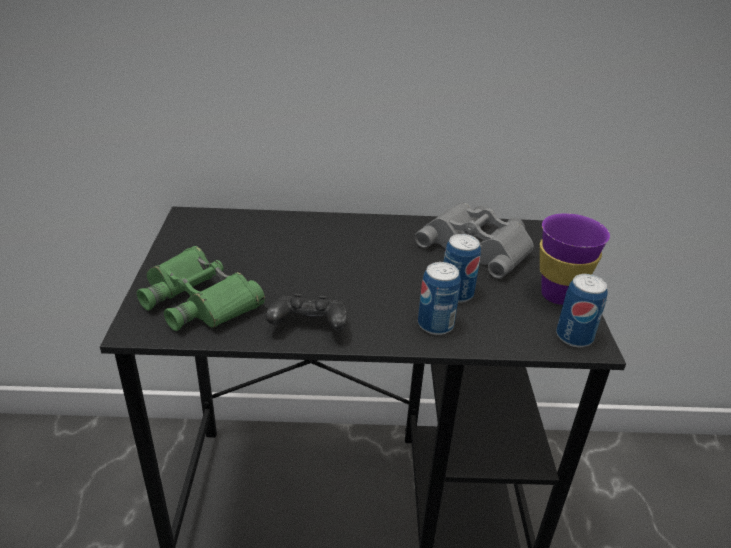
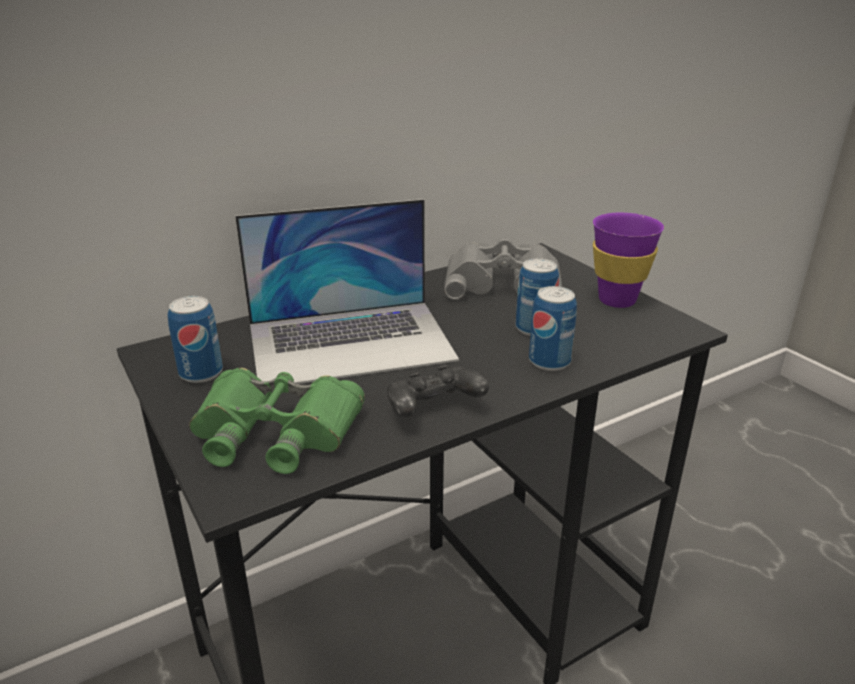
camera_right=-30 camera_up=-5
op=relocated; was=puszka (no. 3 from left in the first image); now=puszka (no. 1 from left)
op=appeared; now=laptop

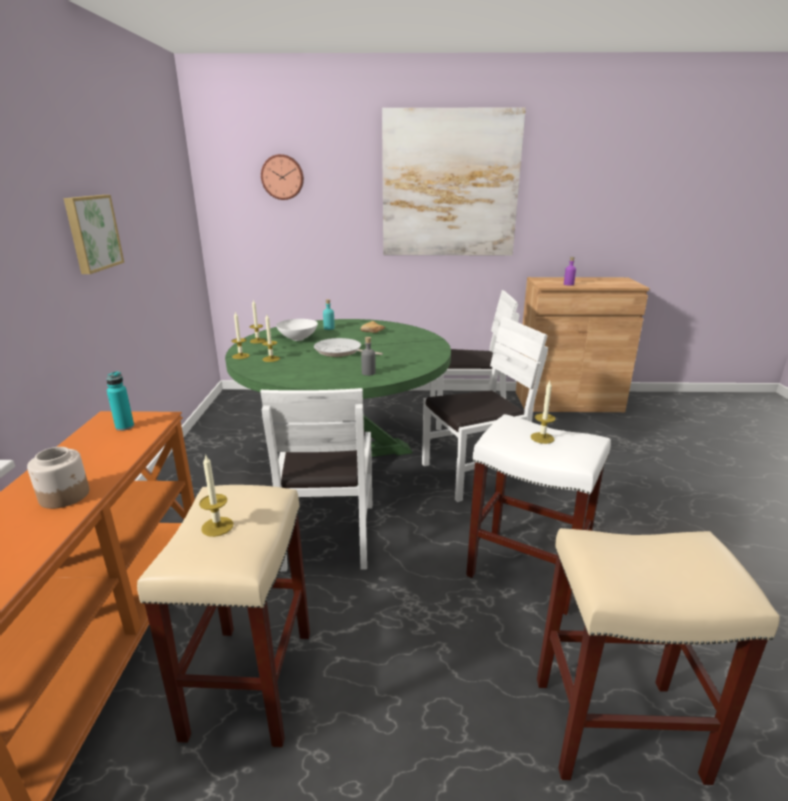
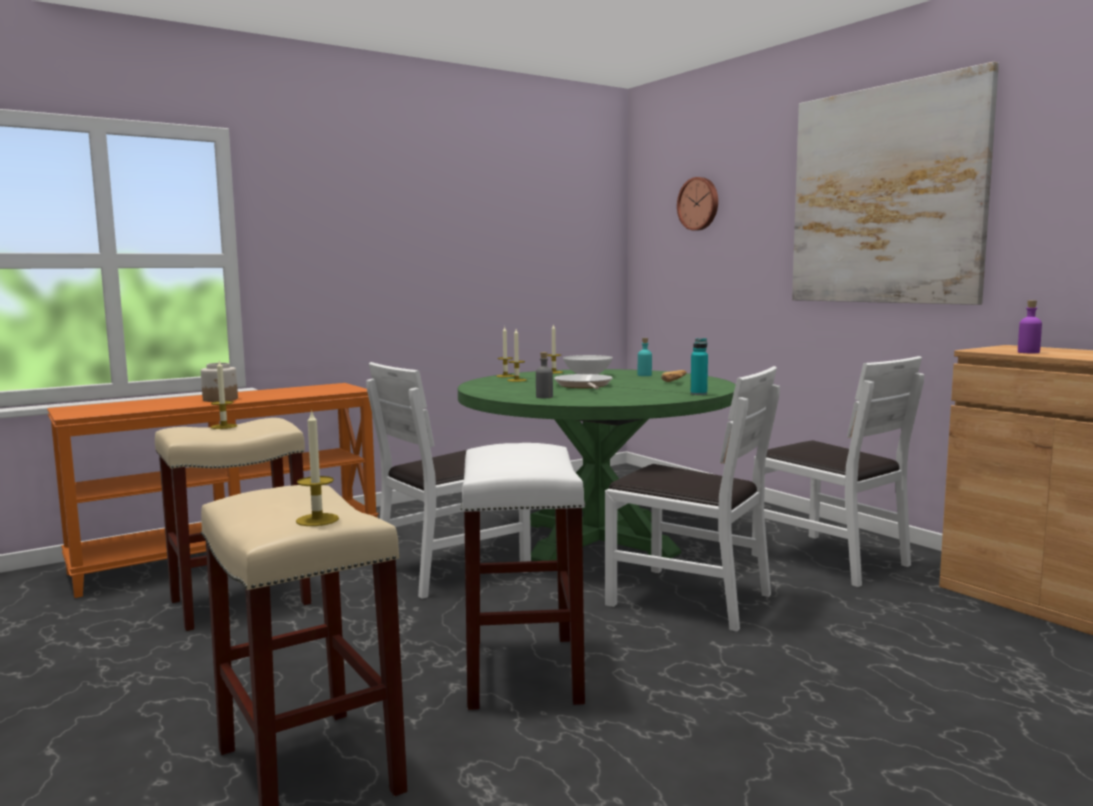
camera_right=55 camera_up=-15
op=missing; was=obraz (no. 1 from left)
op=relocated; was=butelka (turkusowy) (no. 1 from left in the first image); now=butelka (turkusowy) (no. 2 from left)
op=relocated; was=świeca (no. 5 from left in the first image); now=świeca (no. 2 from left)

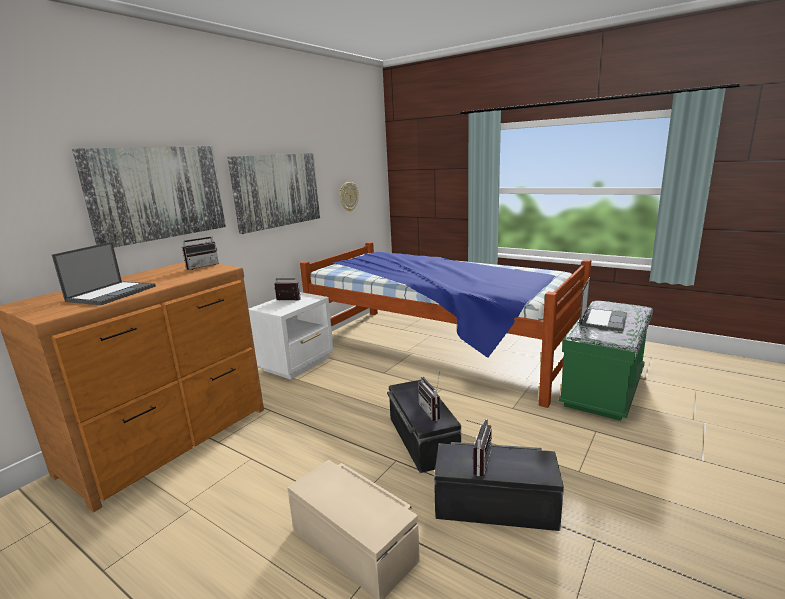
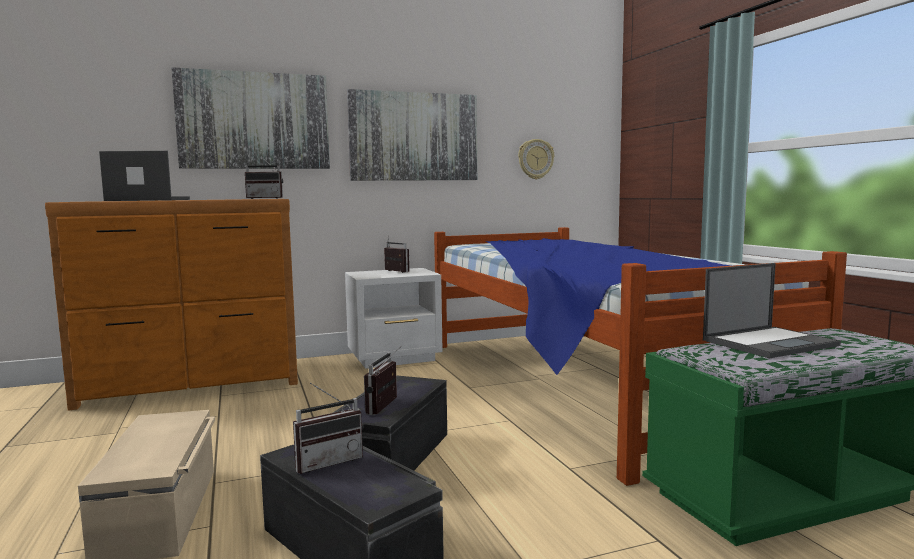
camera_right=35 camera_up=-10
op=spun; was=laptop (no. 1 from left); clockwise=-150

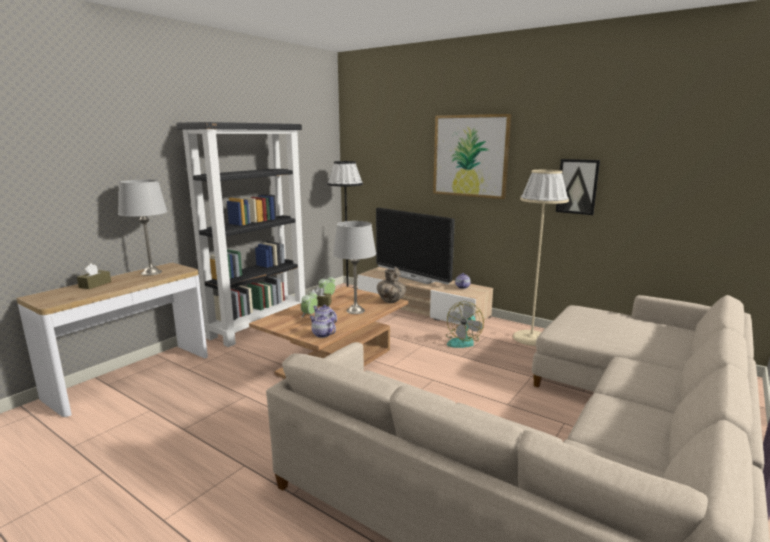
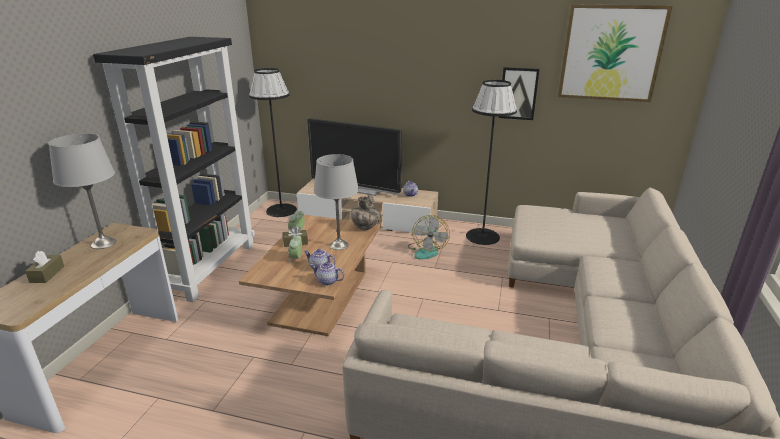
camera_right=-20 camera_up=10
op=relocated; was=obraz (no. 1 from left in the first image); now=obraz (no. 2 from left)
op=colour; was=lampa stojąca (beżowy); now=lampa stojąca (czarny) (no. 2 from left)

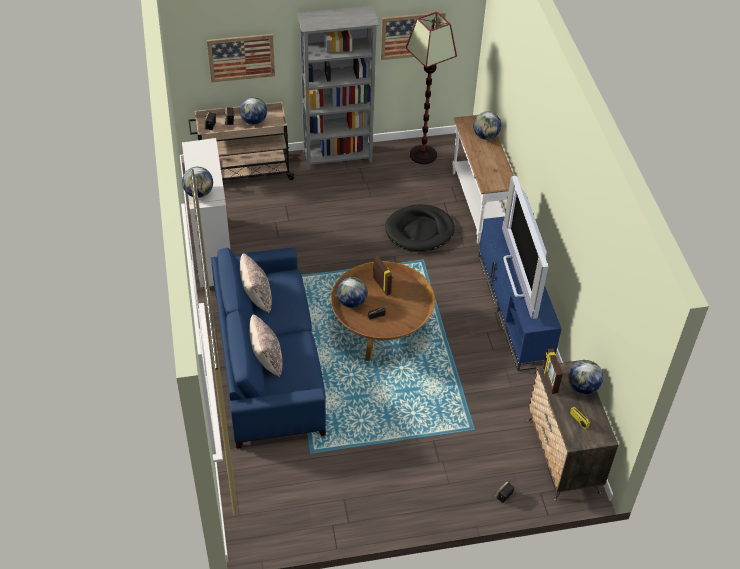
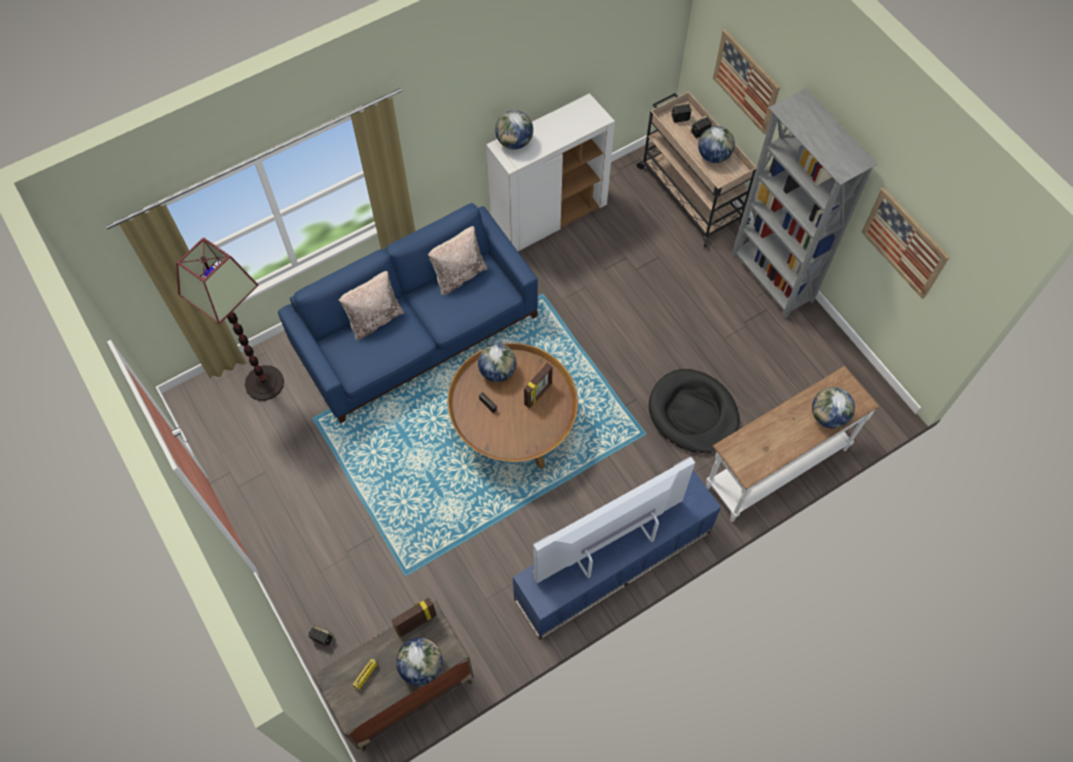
camera_right=70 camera_up=15
op=relocated; was=lampa stojąca

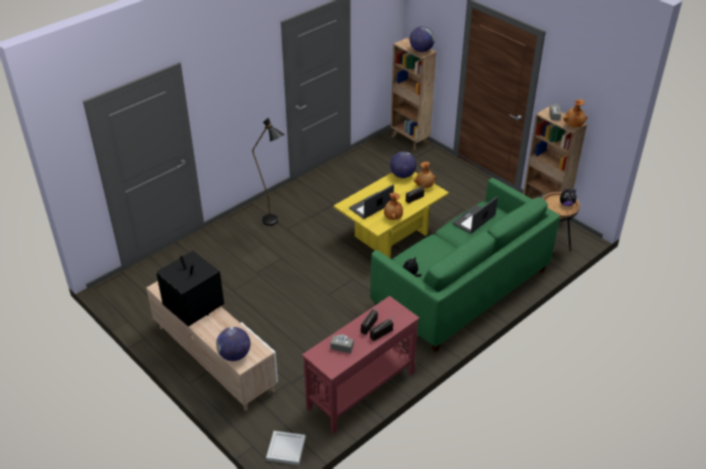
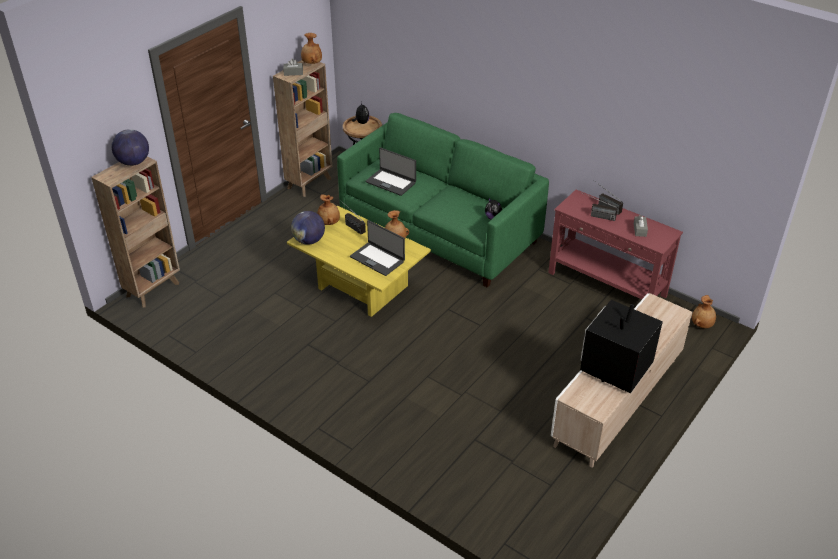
camera_right=-100 camera_up=0
op=missing; was=lampa stojąca (czarny)
op=missing; was=globus (no. 1 from left)
op=exchanged; was=taca (biały); now=wazon (brązowy) (no. 4 from left)

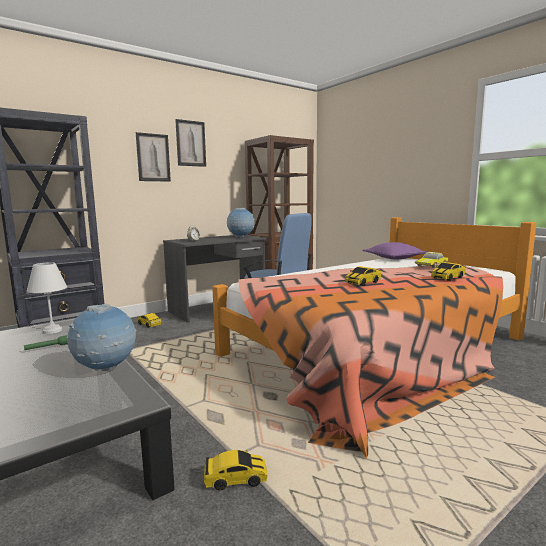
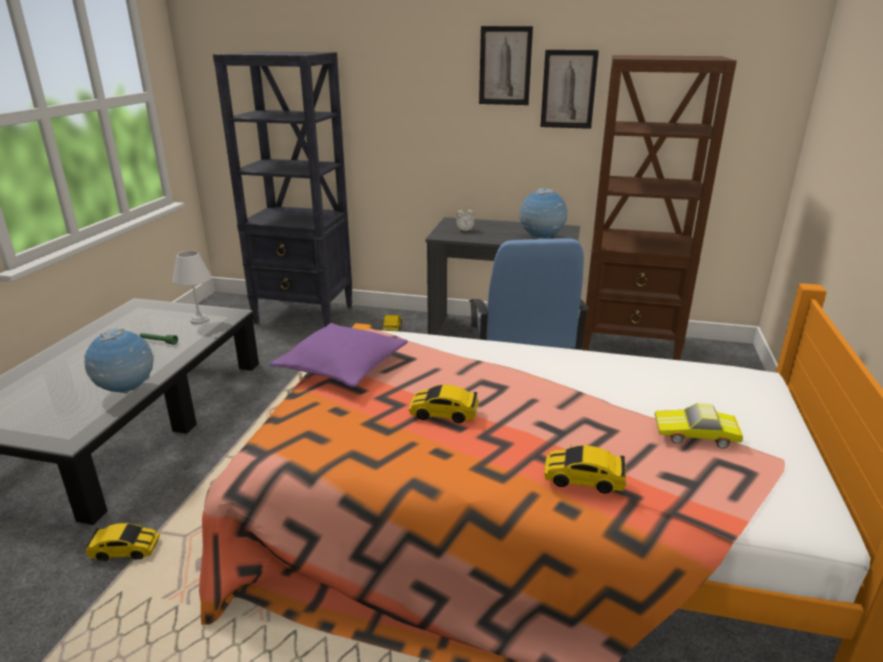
camera_right=50 camera_up=15
op=relocated; was=obraz (no. 1 from left in the first image); now=obraz (no. 2 from left)
op=relocated; was=poduszka (fioletowy)
op=spun; was=samochodzik (no. 2 from left in the first image); clockwise=-45

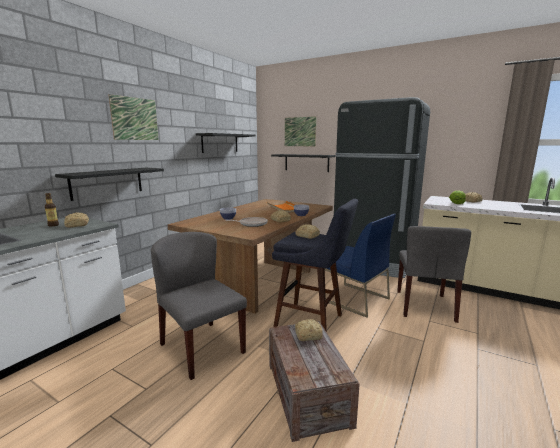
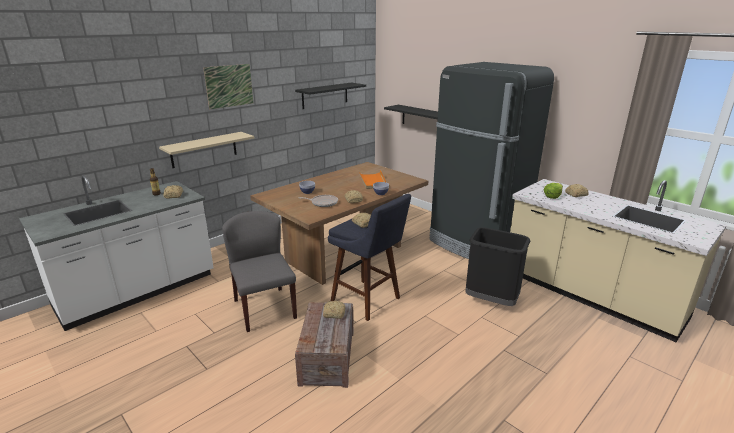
camera_right=15 camera_up=10
op=missing; was=obraz (no. 2 from left)
op=colour; was=półka (czarny) (no. 1 from left); now=półka (beżowy)
op=missing; was=krzesło (niebieski)
op=exchanged; was=krzesło (szary) (no. 2 from left); now=kosz na śmieci (czarny)

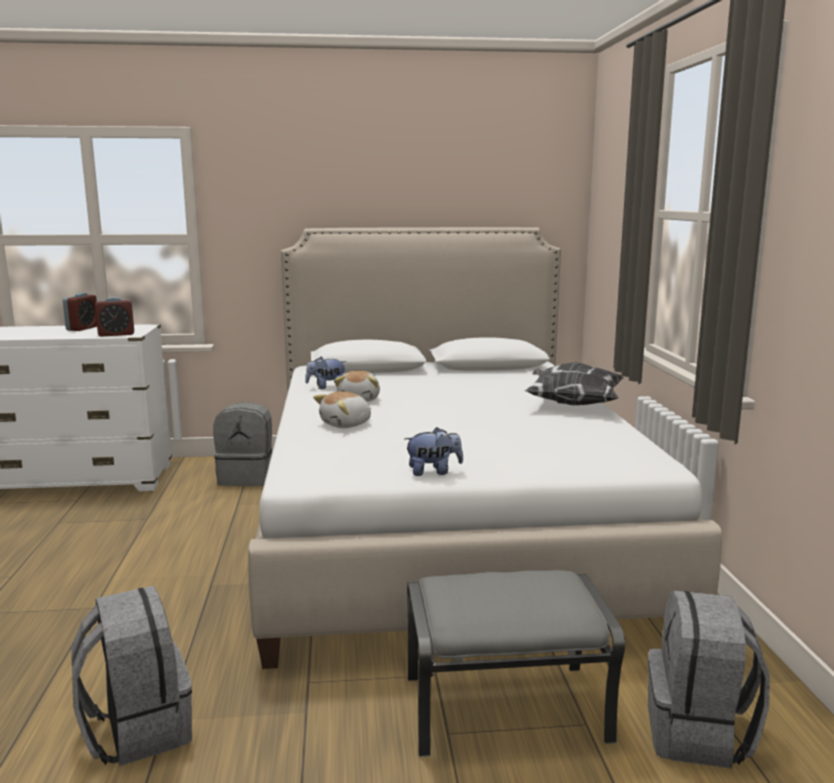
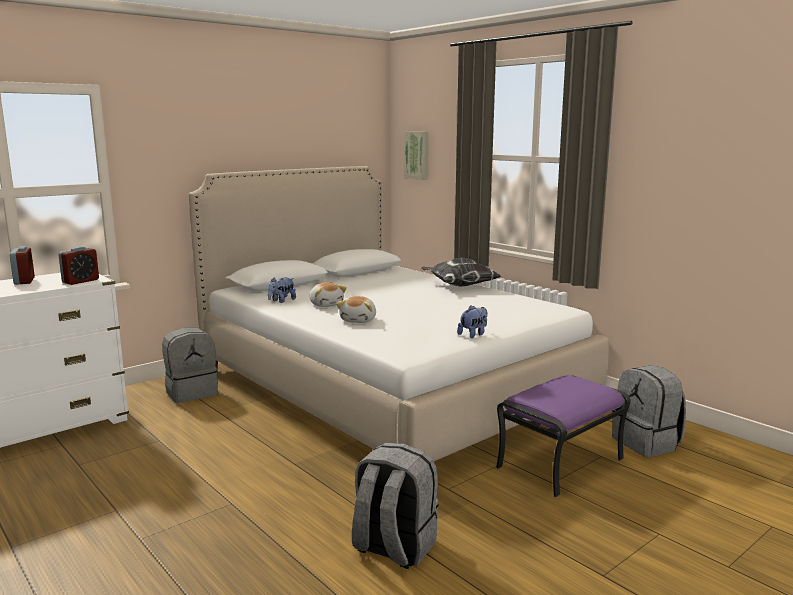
camera_right=-35 camera_up=0
op=colour; was=pufa (szary); now=pufa (fioletowy)
op=appeared; now=obraz

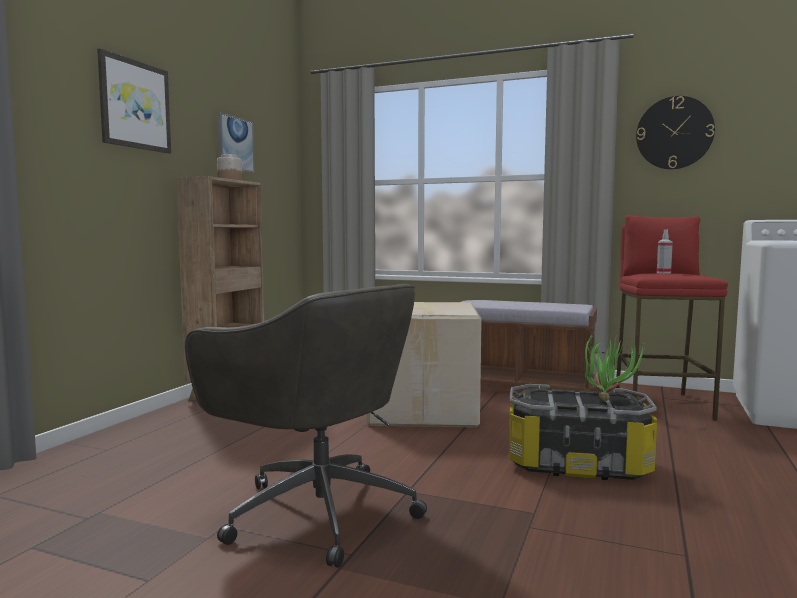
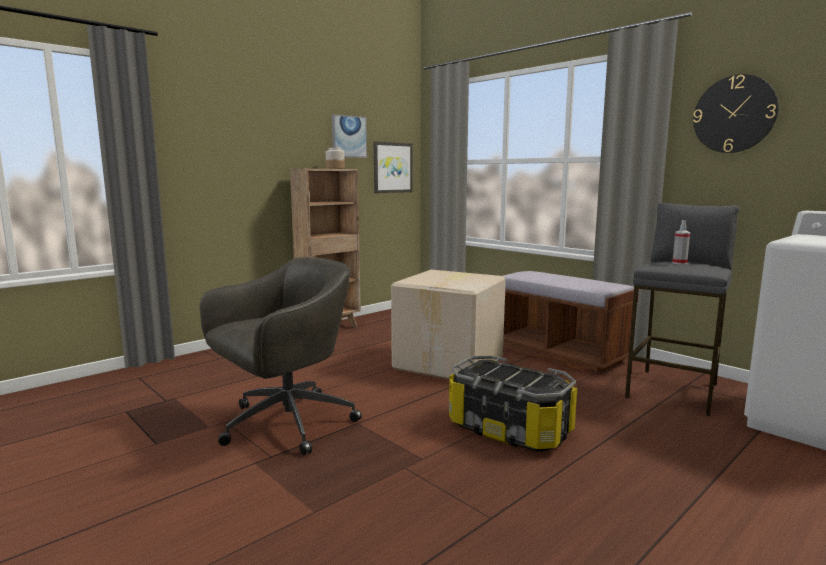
camera_right=25 camera_up=5
op=relocated; was=obraz (no. 1 from left in the first image); now=obraz (no. 2 from left)
op=colour; was=stołek (czerwony); now=stołek (szary)
op=spun; was=krzesło biurowe (szary); clockwise=-105
op=missing; was=roślina doniczkowa

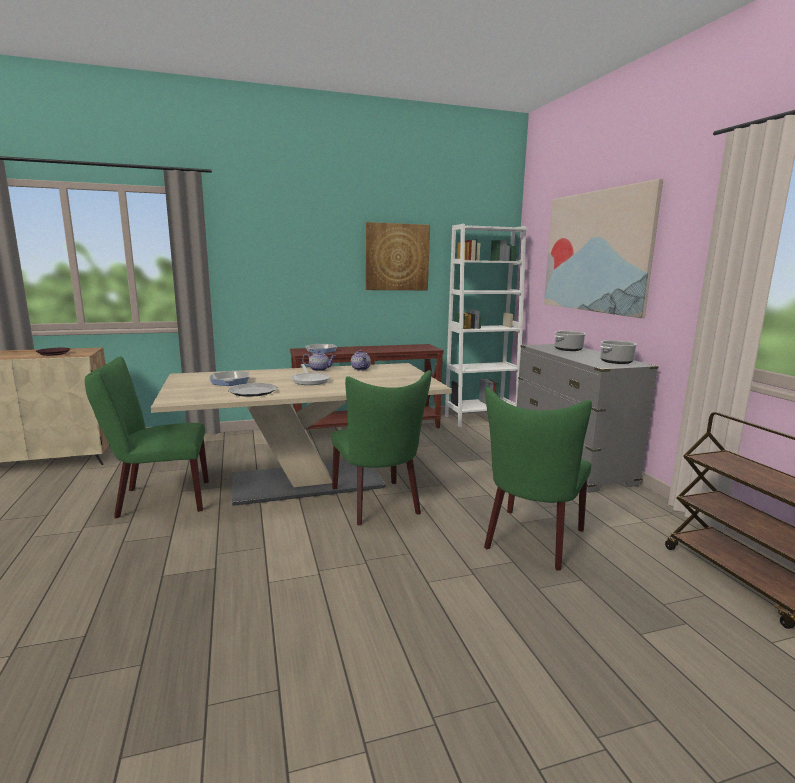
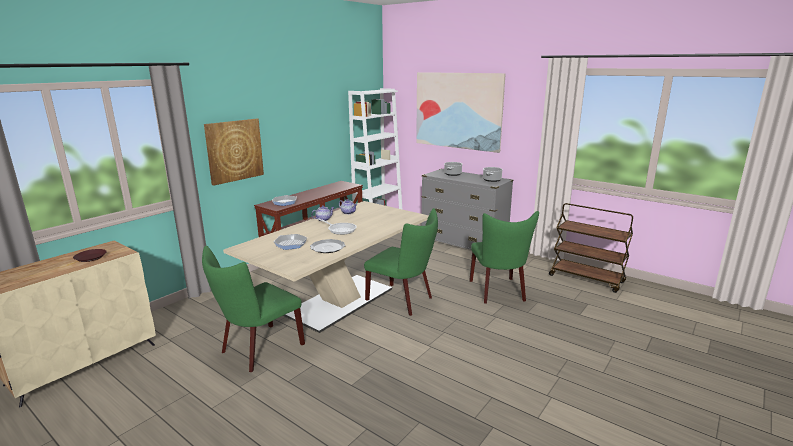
camera_right=-35 camera_up=5
op=relocated; was=obraz (no. 1 from left)

